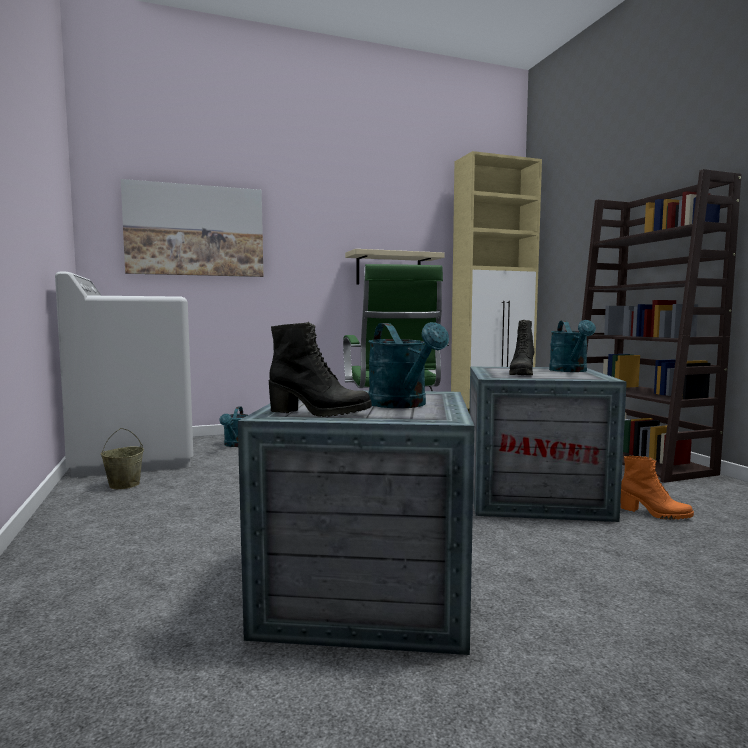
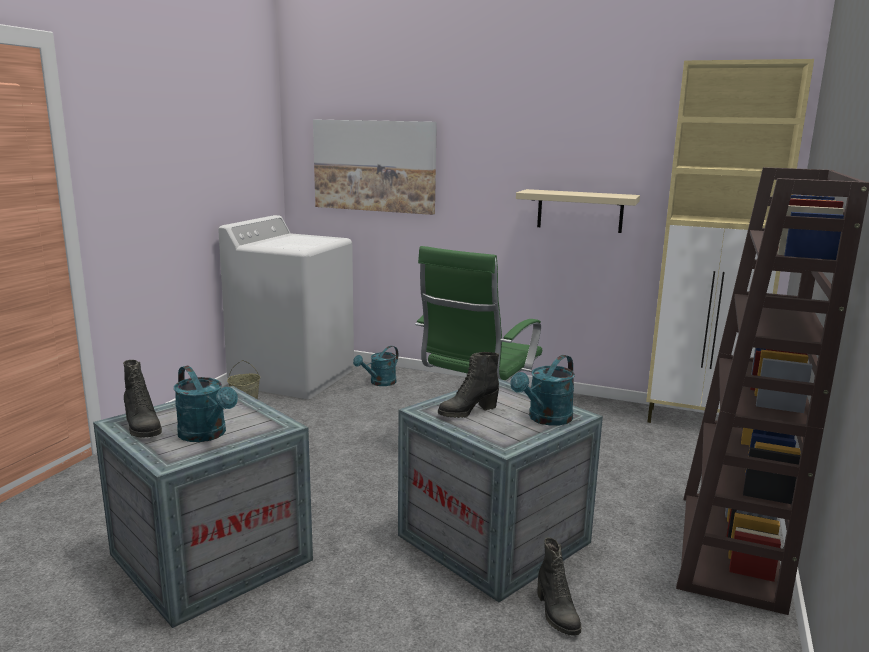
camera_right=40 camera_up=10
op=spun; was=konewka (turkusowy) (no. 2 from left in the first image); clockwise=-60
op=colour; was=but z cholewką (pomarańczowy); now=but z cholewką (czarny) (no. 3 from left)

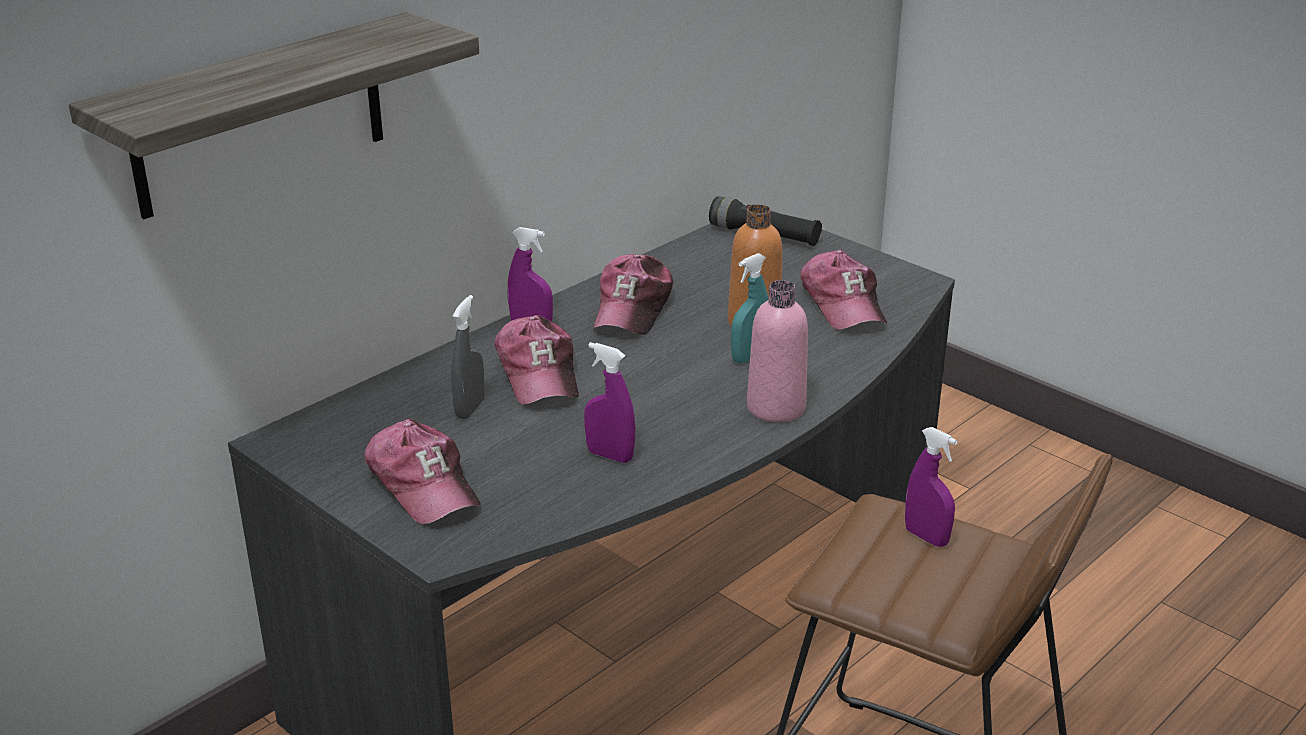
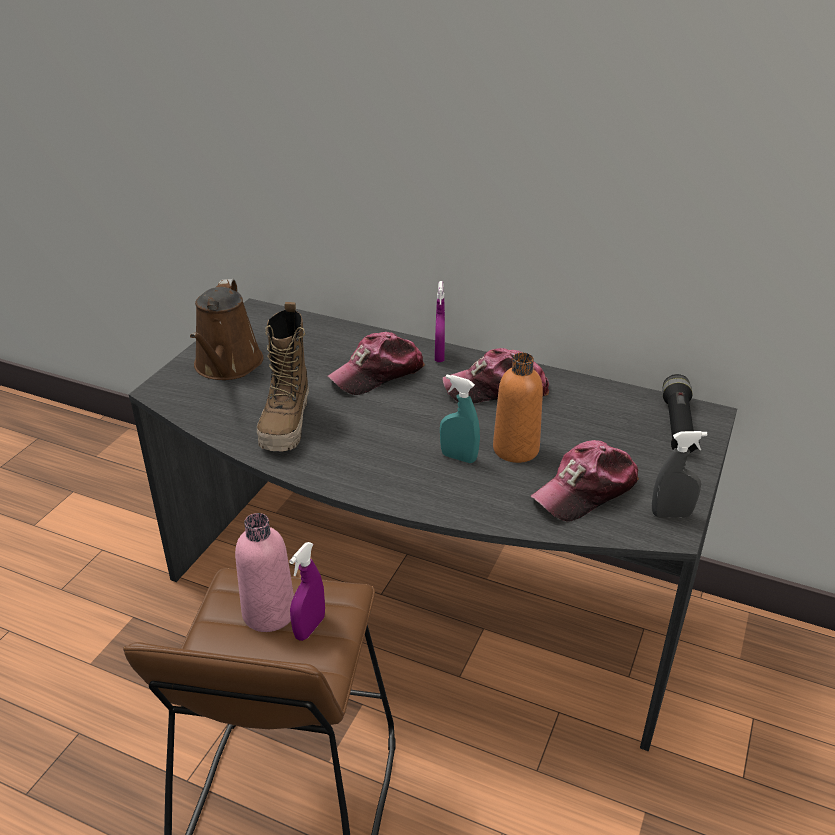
camera_right=70 camera_up=5
op=missing; was=półka
op=relocated; was=butelka (różowy)
op=relocated; was=spryskiwacz (szary)
op=exchanged; was=spryskiwacz (fioletowy) (no. 2 from left); now=but z cholewką
op=exchanged; was=czapka z daszkiem (no. 1 from left); now=konewka (brązowy)

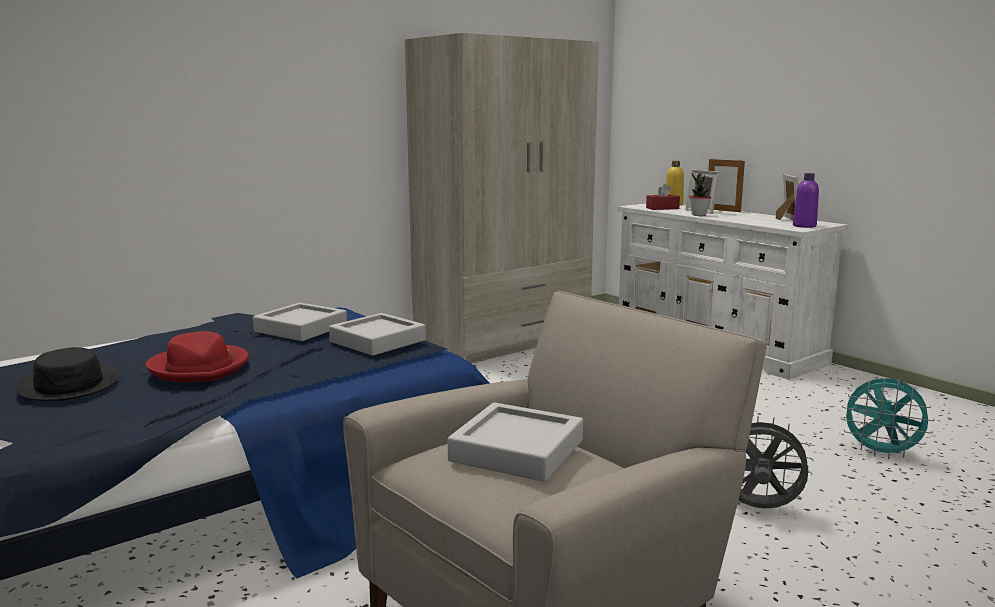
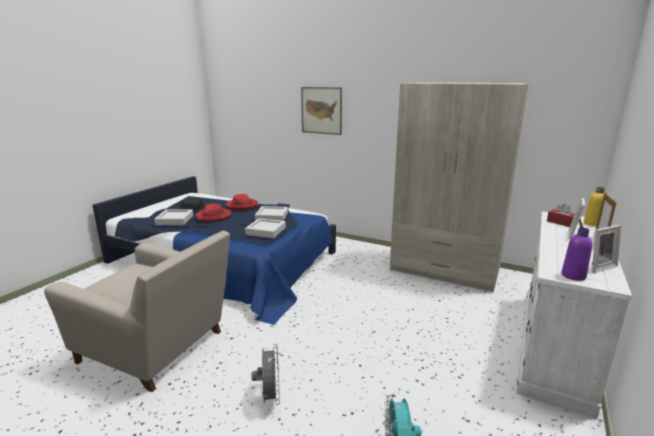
camera_right=65 camera_up=5
op=missing; was=roślina doniczkowa
op=relocated; was=taca (szary) (no. 3 from left in the first image); now=taca (szary) (no. 1 from left)
op=appeared; now=obraz
op=appeared; now=kapelusz (czerwony) (no. 2 from left)

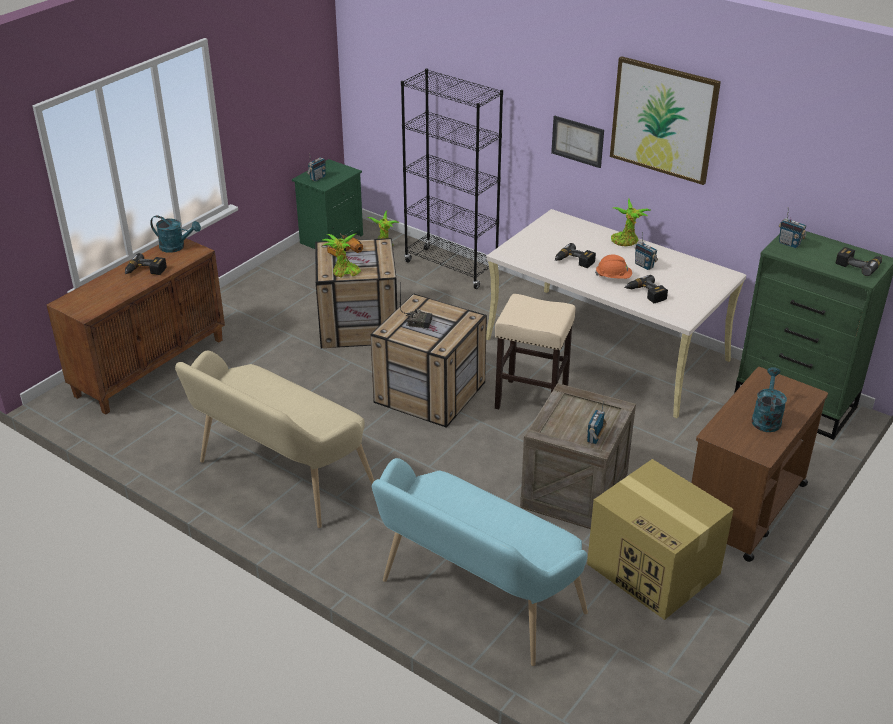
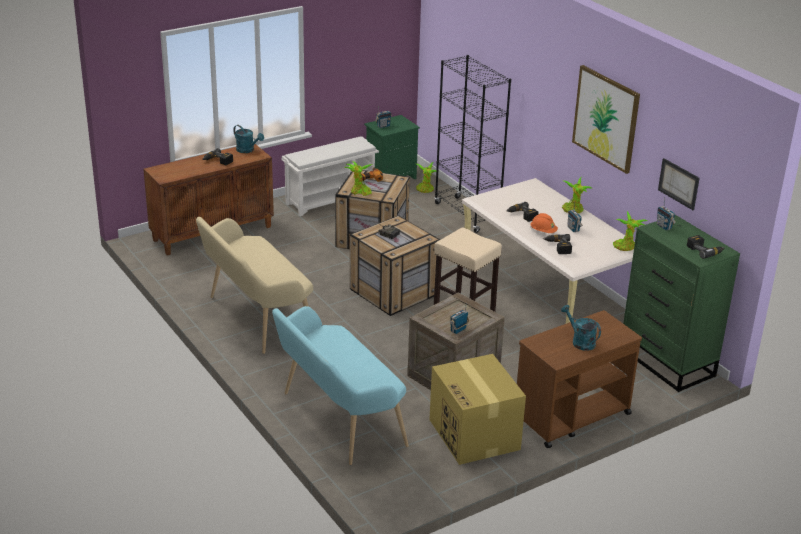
camera_right=20 camera_up=-5
op=relocated; was=obraz (no. 1 from left in the first image); now=obraz (no. 2 from left)
op=spun; was=konewka (turkusowy) (no. 2 from left); clockwise=-75
op=appeared; now=regał na buty (biały)
op=appeared; now=roślina doniczkowa (no. 4 from left)

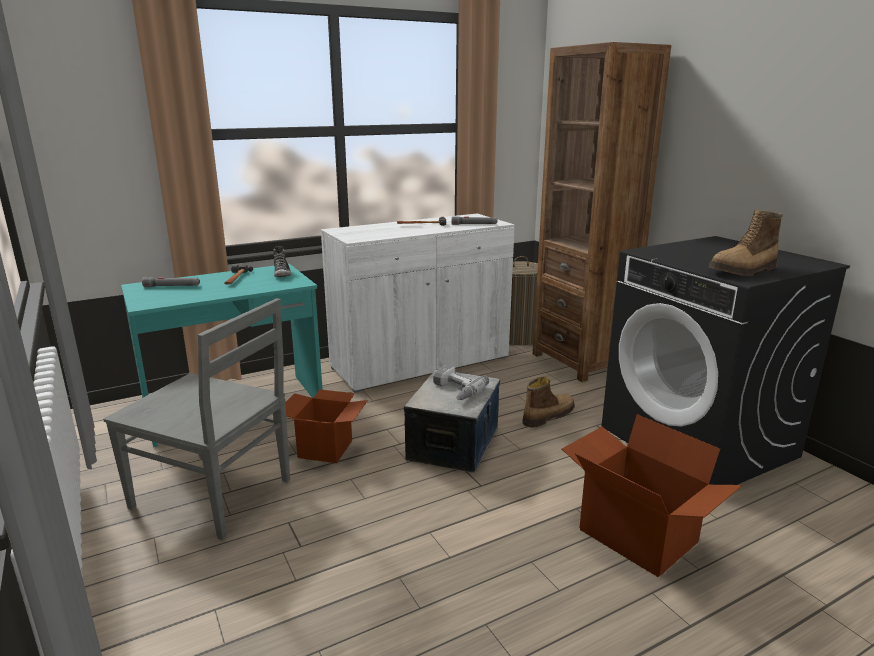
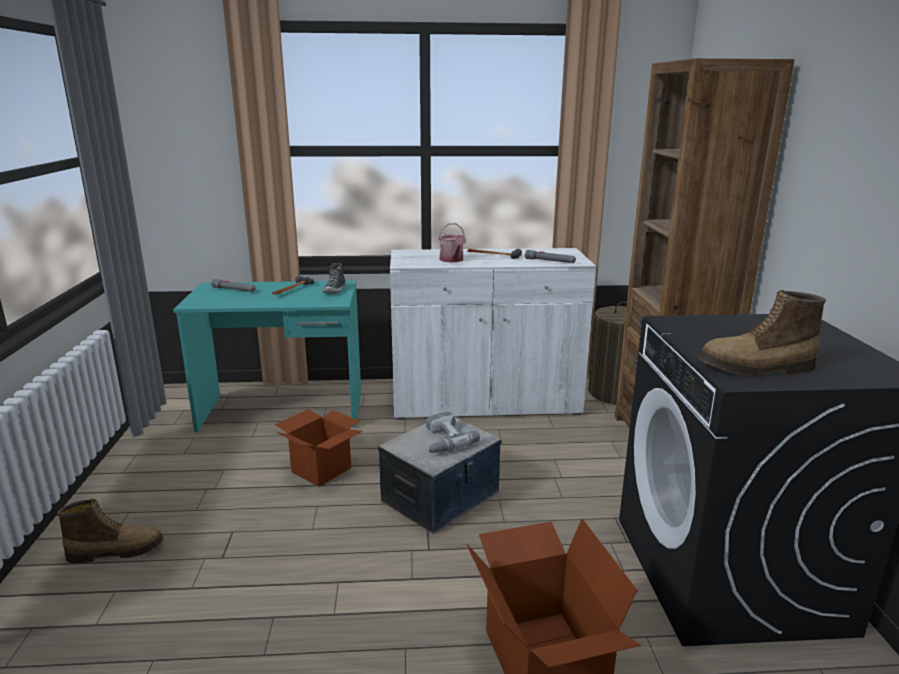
camera_right=25 camera_up=0
op=missing; was=krzesło (szary)
op=relocated; was=but z cholewką (no. 1 from left)
op=appeared; now=konewka

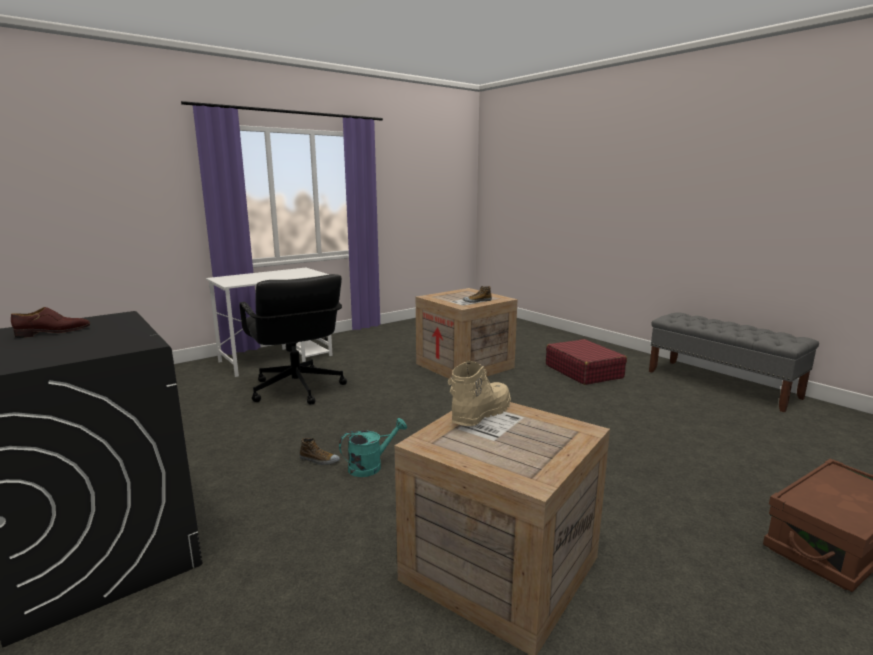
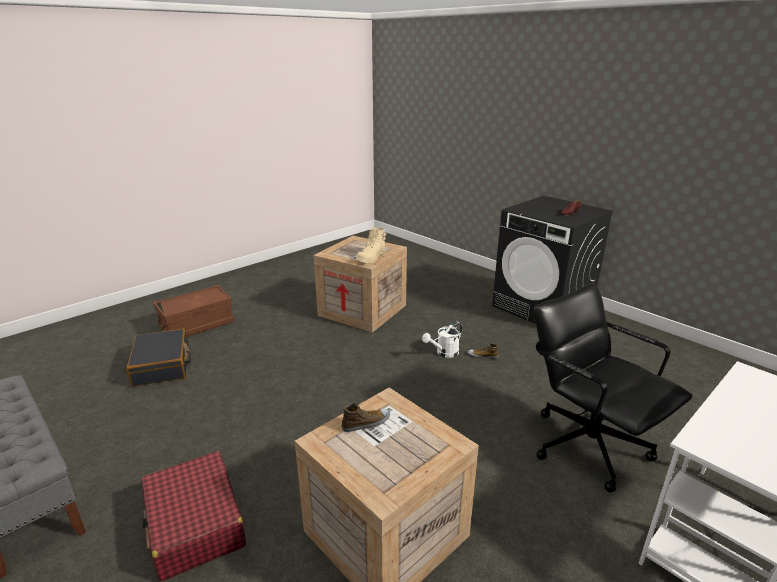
camera_right=175 camera_up=10
op=colour; was=konewka (turkusowy); now=konewka (biały)
op=appeared; now=walizka (czarny)

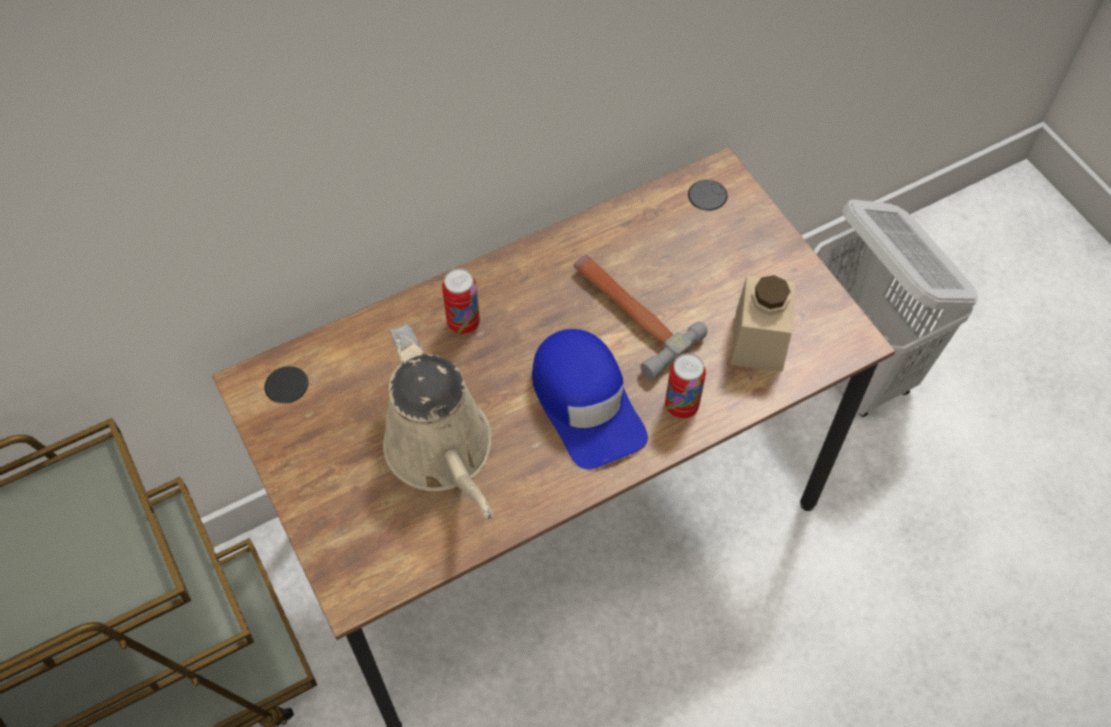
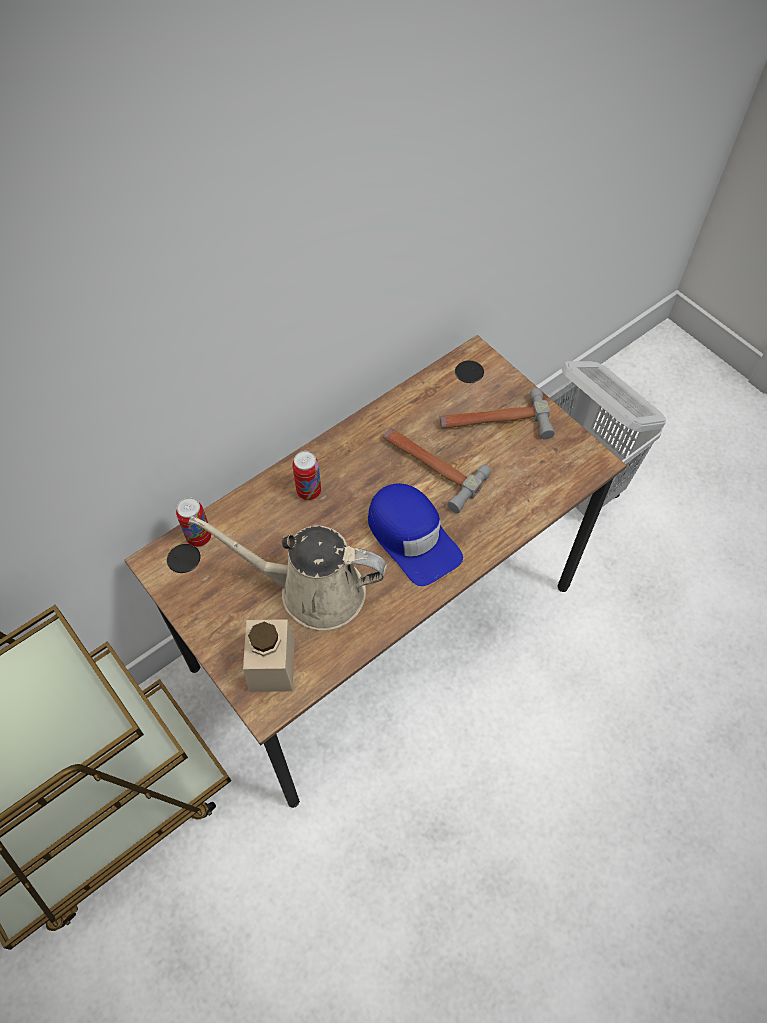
camera_right=-10 camera_up=0
op=relocated; was=słoik (beżowy)
op=spun; was=konewka (beżowy); clockwise=135
op=relocated; was=puszka (no. 2 from left in the first image); now=puszka (no. 1 from left)
op=appeared; now=młotek (no. 2 from left)

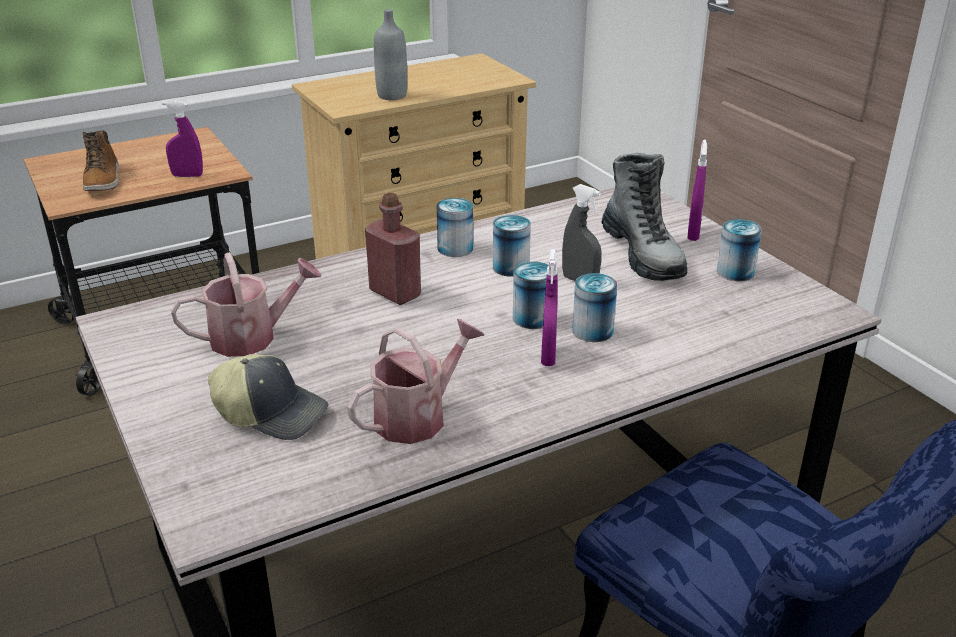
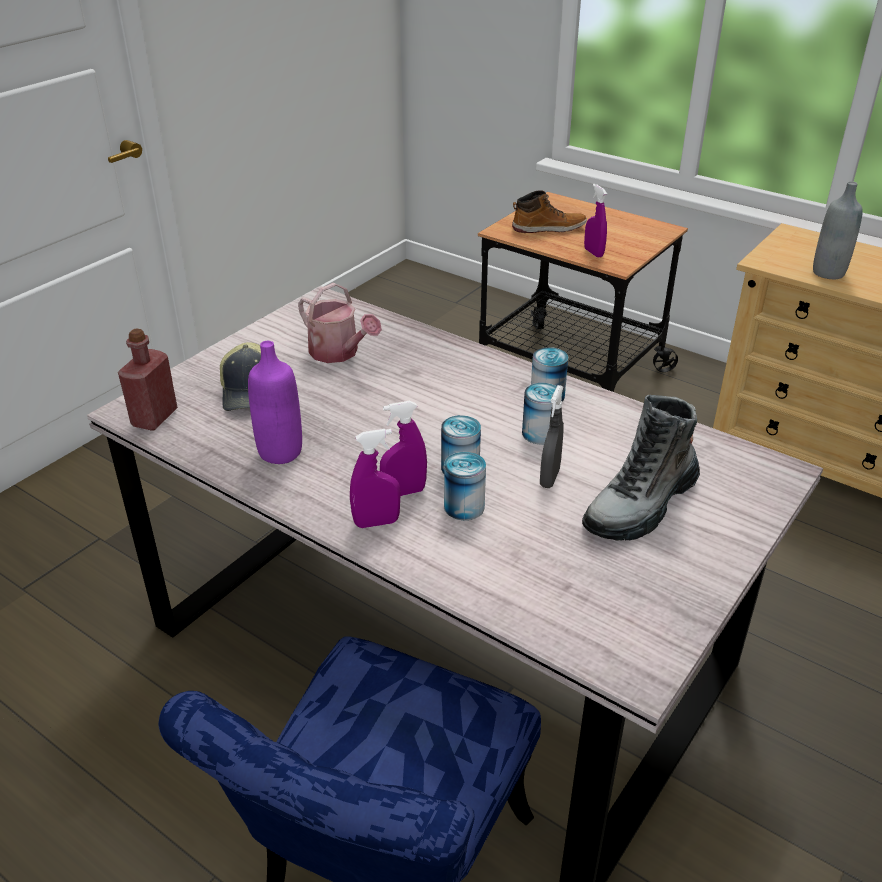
camera_right=65 camera_up=5
op=spun; was=but z cholewką (no. 1 from left); clockwise=-150
op=relocated; was=spryskiwacz (fioletowy) (no. 3 from left in the first image); now=spryskiwacz (fioletowy) (no. 1 from left)
op=relocated; was=butelka (czerwony)
op=missing; was=puszka (no. 5 from left)
op=exchanged; was=konewka (no. 2 from left); now=butelka (fioletowy)

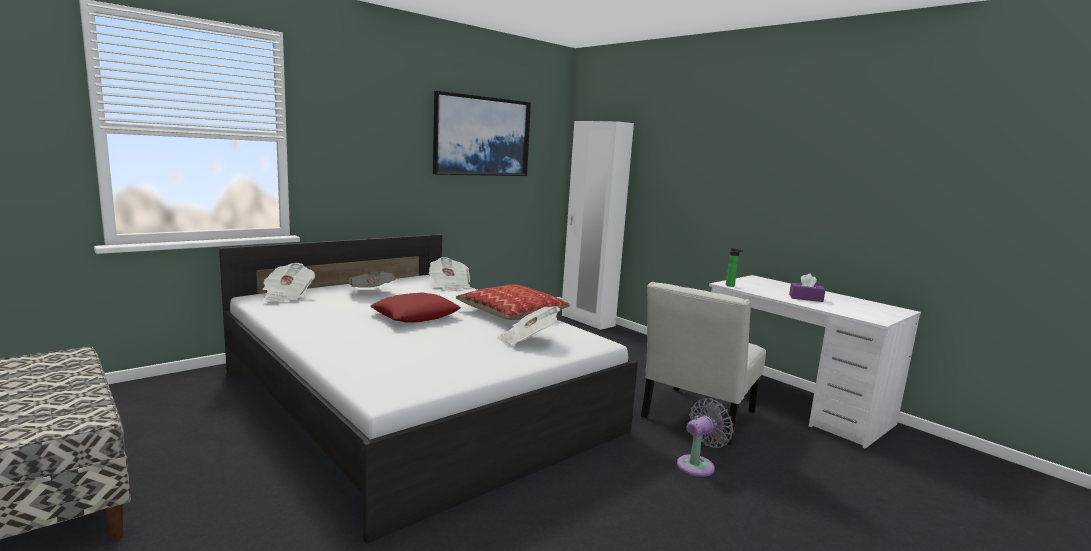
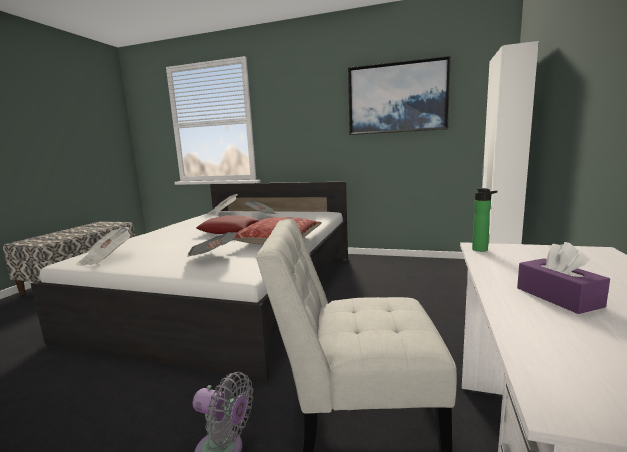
camera_right=60 camera_up=0
op=relocated; was=gazeta (no. 3 from left in the first image); now=gazeta (no. 1 from left)

